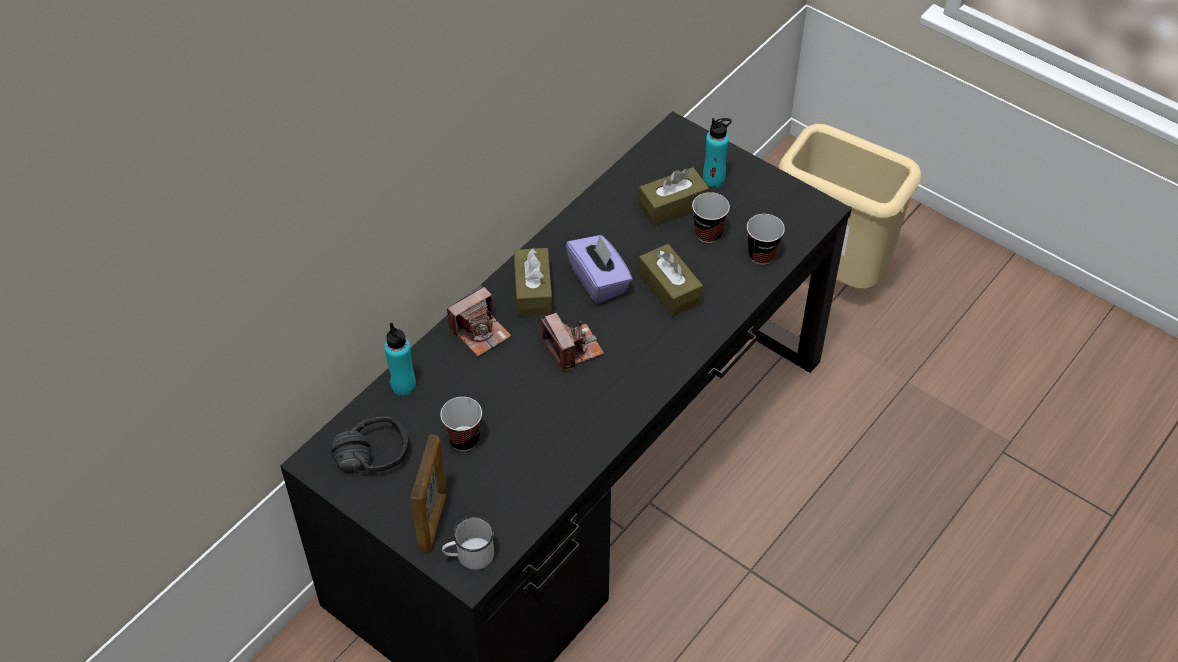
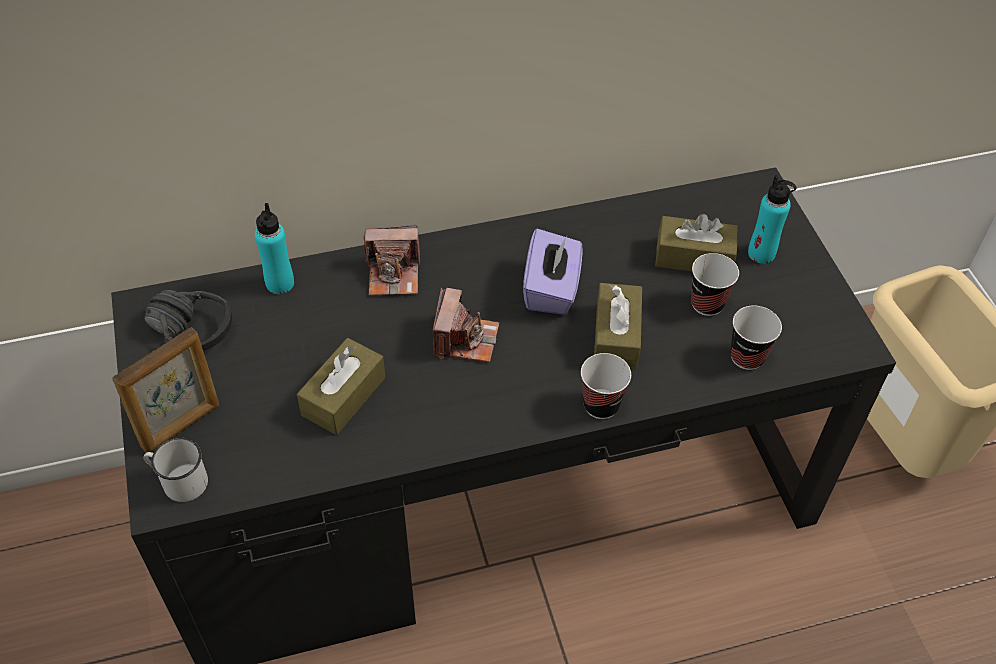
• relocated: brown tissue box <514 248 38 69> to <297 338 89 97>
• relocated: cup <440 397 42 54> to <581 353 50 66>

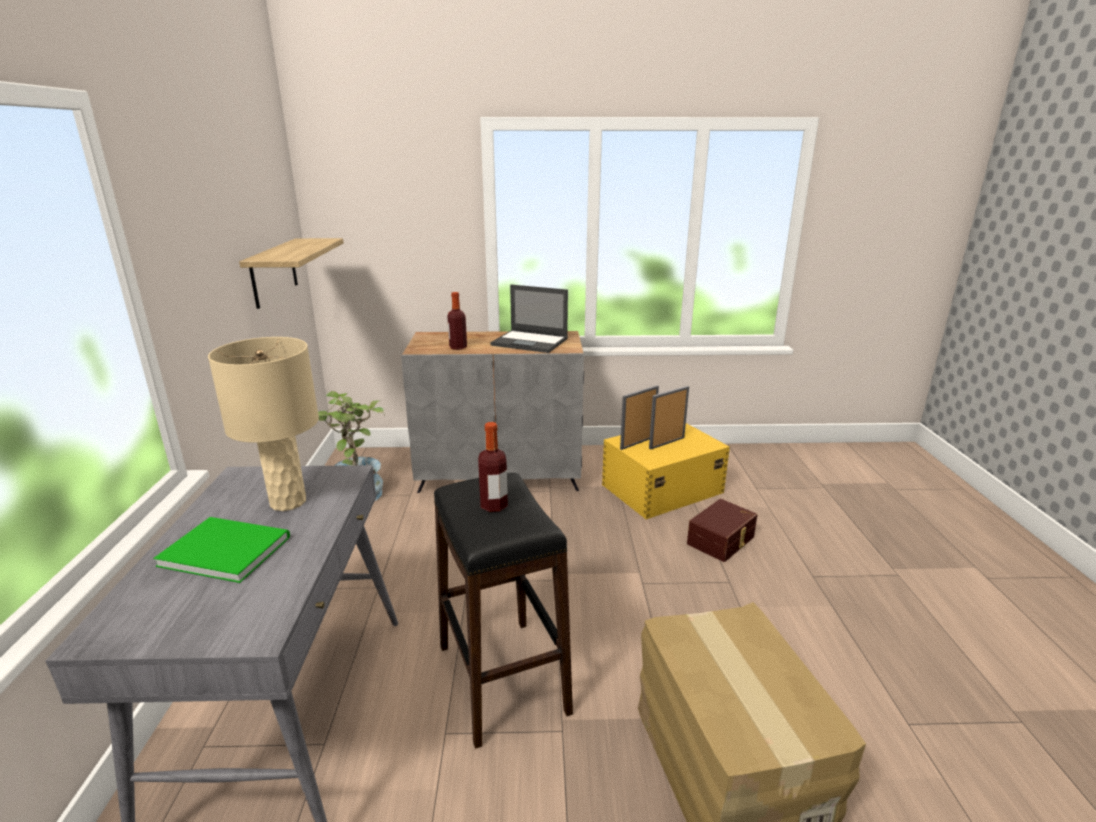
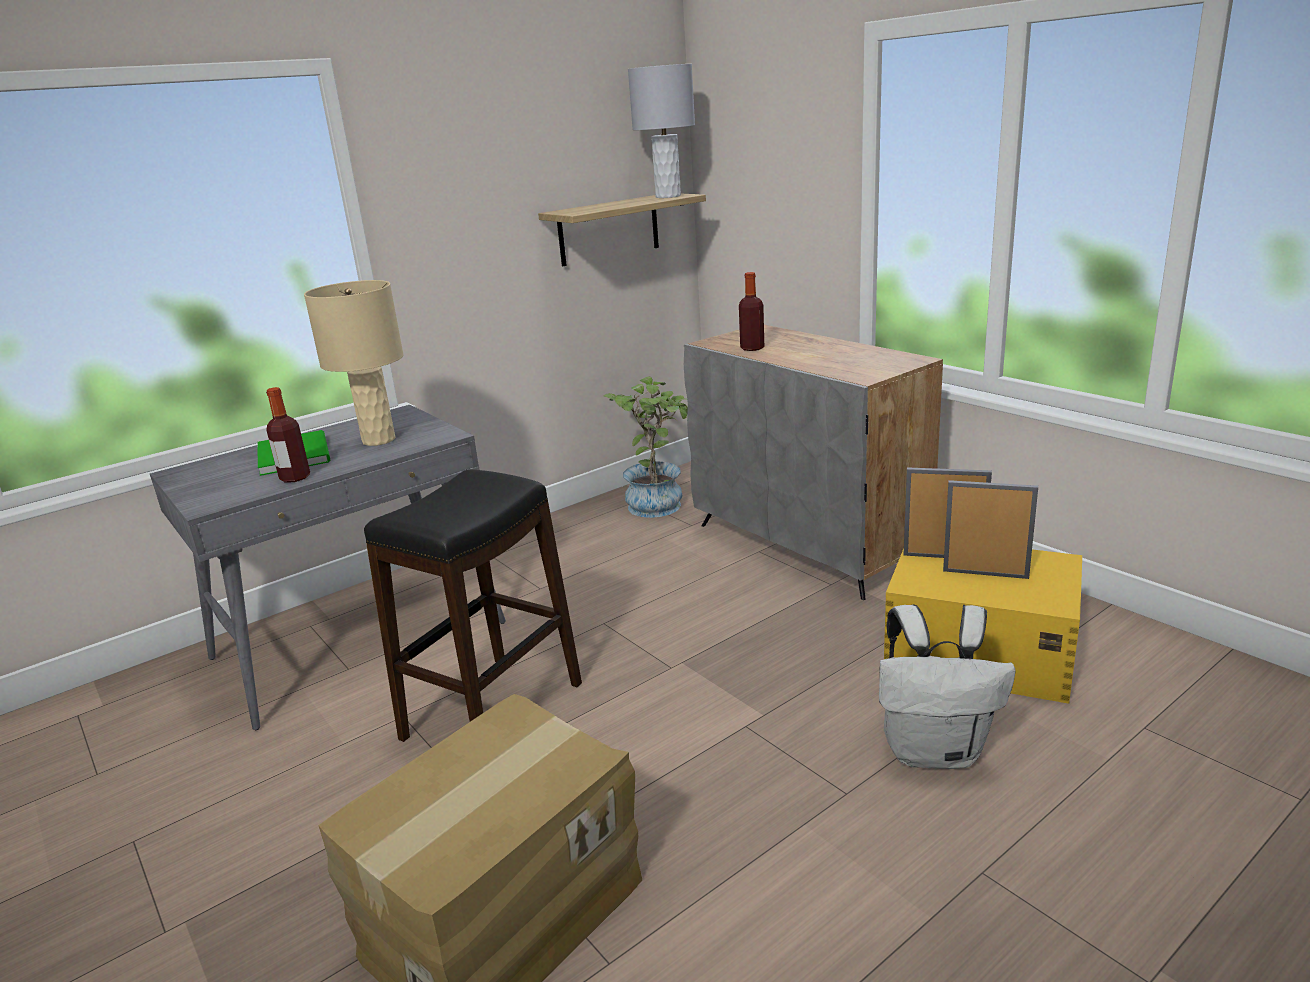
• relocated: bottle <478 422 30 90> to <266 387 44 96>
• appeared: grey table lamp <628 64 67 134>
• exchanged: brown storage box <687 499 70 63> to white backpack <879 604 137 165>
• missing: laptop <490 284 78 69>

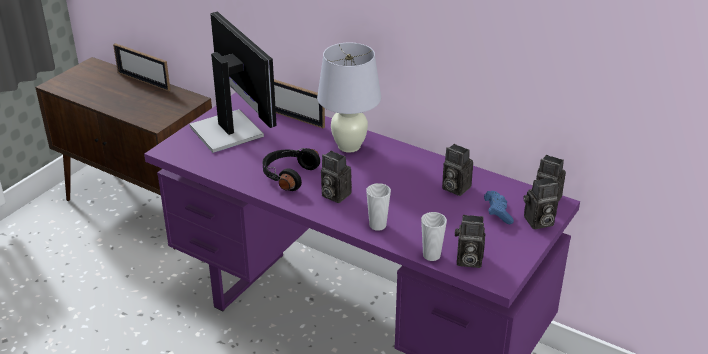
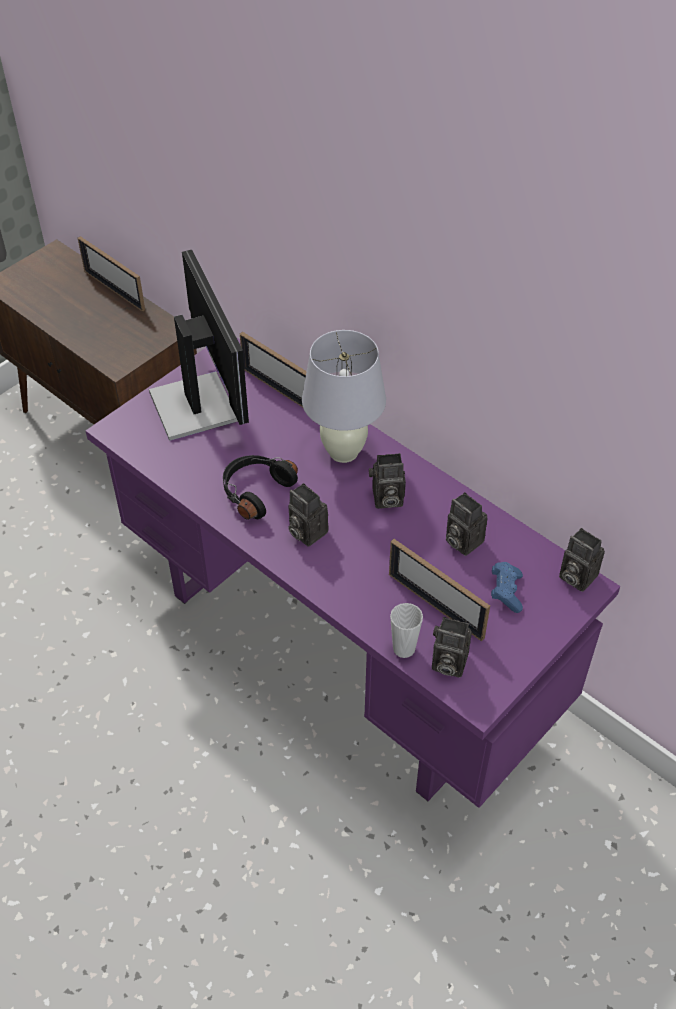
• relocated: photo camera <523 177 36 52> to <369 453 37 56>
• appeared: picture frame <389 539 101 102>
• missing: cup <366 183 25 48>

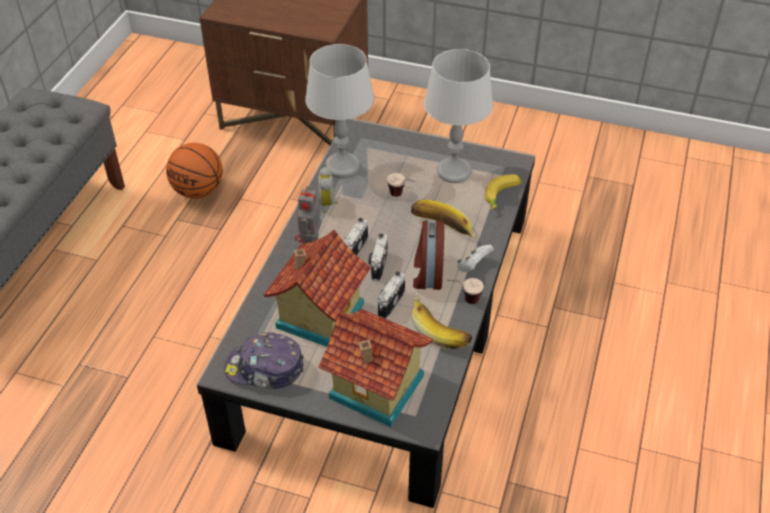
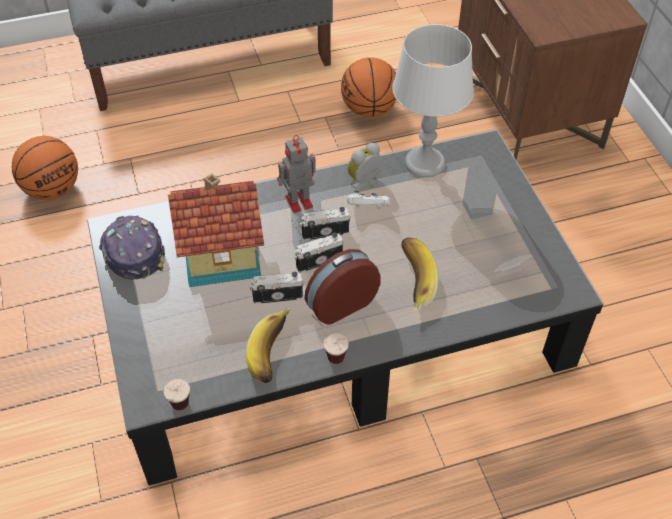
• appeared: basketball <12 136 66 64>
• relocated: cup <387 173 27 24> to <163 379 27 33>
• relocated: white game controller <457 245 37 27> to <347 191 43 17>
• missing: toy house <318 309 115 118>
• missing: grey table lamp <424 49 69 134>
• missing: banana <485 174 37 36>

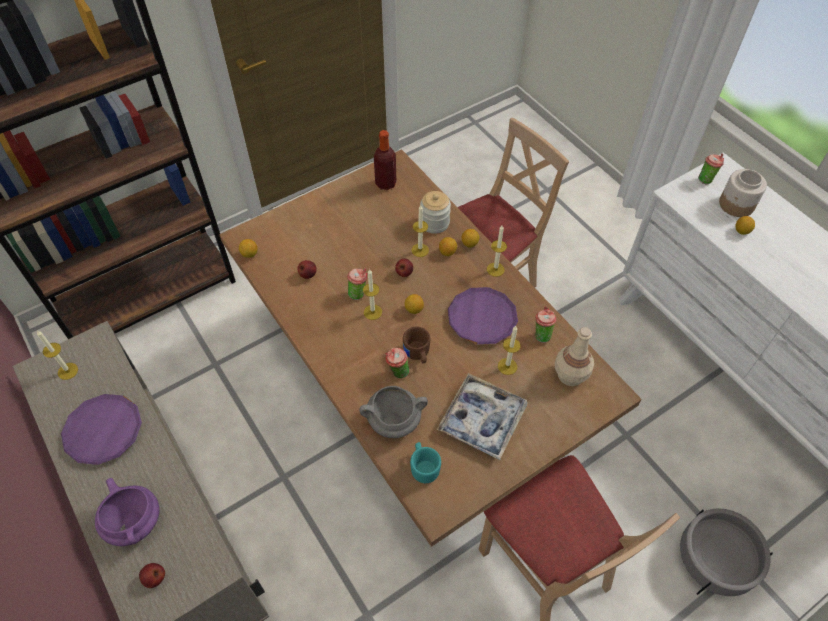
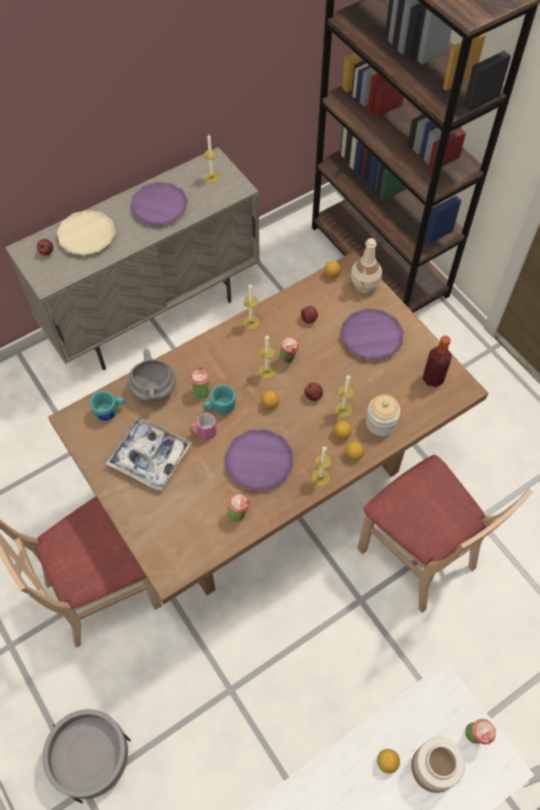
• exchanged: purple cooking pot <95 478 65 68> to beige plate <56 210 59 45>
• appeared: pink mug <190 413 27 27>
• colour: brown mug <403 327 27 37> to turquoise mug <203 384 33 31>
• relocated: candle <498 326 22 49> to <243 284 17 45>
• appeared: purple plate <341 308 62 52>
• relocated: beige bottle <555 327 39 59> to <351 238 31 55>

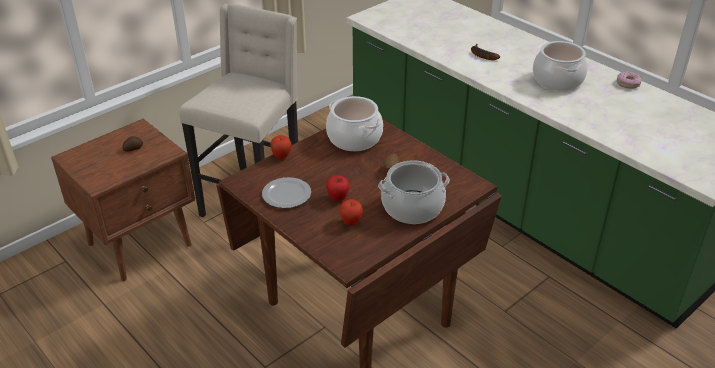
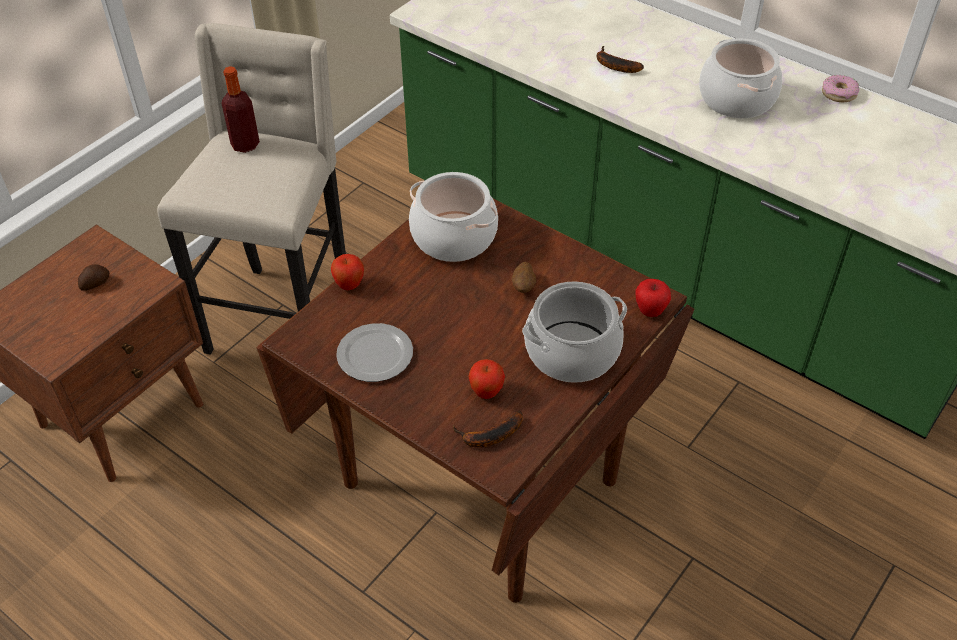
• appeared: bottle <221 66 39 87>
• appeared: banana <452 411 71 37>
• relocated: apple <326 175 23 26> to <636 279 35 38>

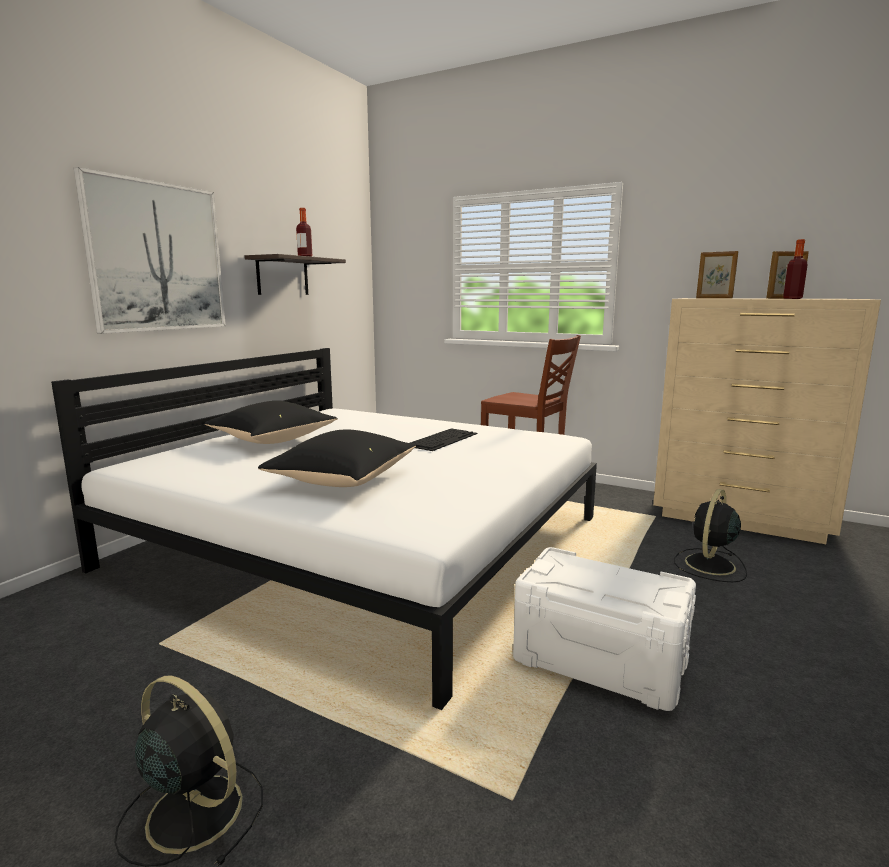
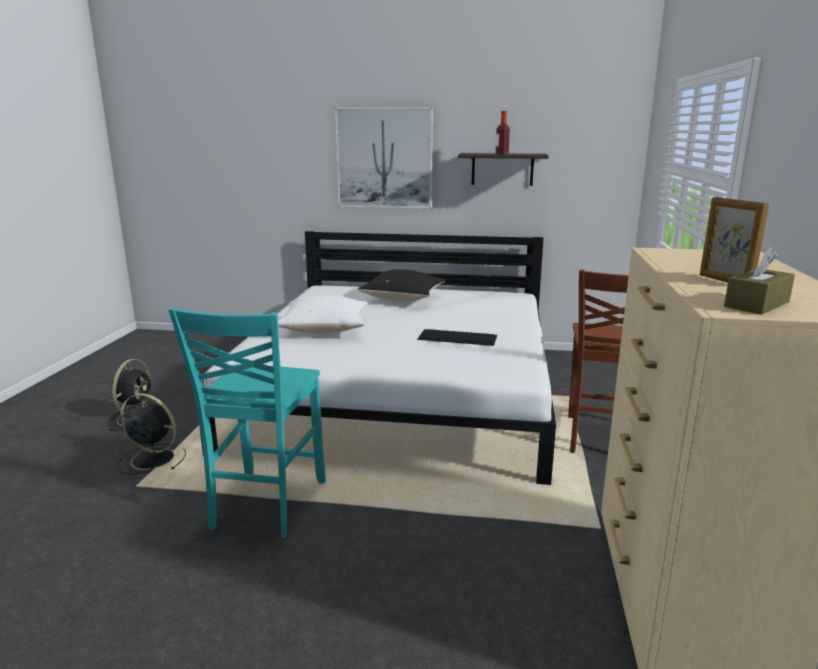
• relocated: black fan <674 489 73 93> to <117 393 69 82>
• exchanged: white storage box <513 547 183 164> to turquoise chair <169 307 156 231>
• colour: black pillow <258 430 158 57> to white pillow <278 295 90 39>
• appeared: brown tissue box <724 247 71 68>
• missing: picture frame <696 251 42 48>
• missing: bottle <783 239 25 60>

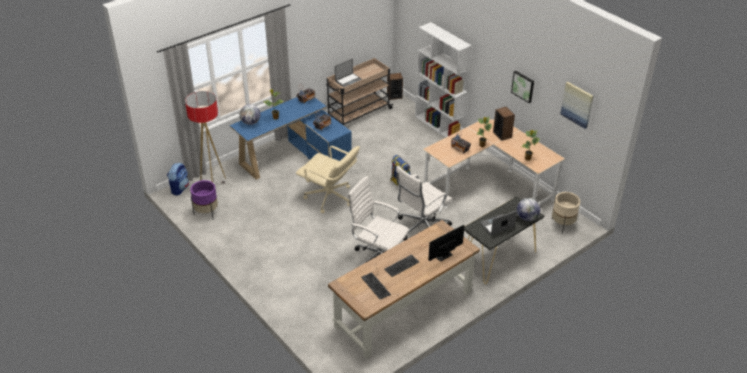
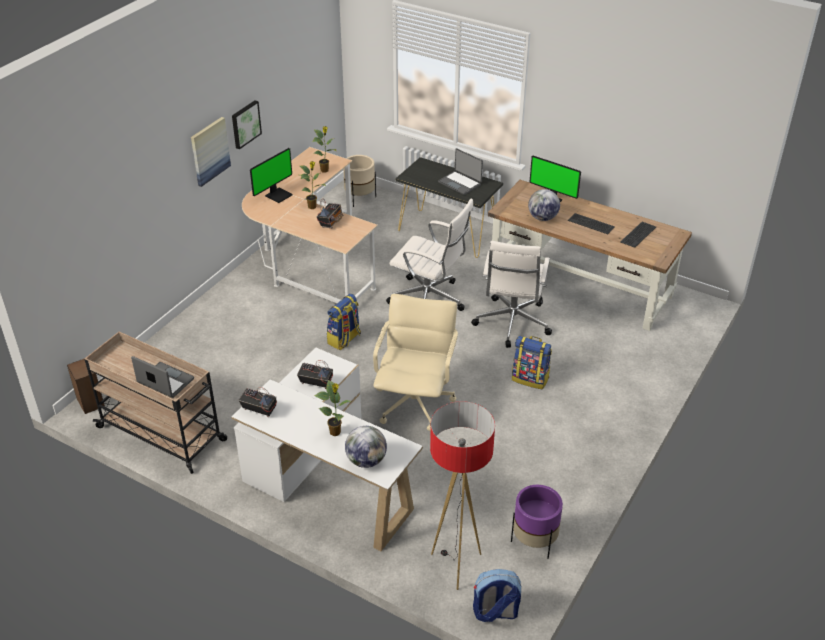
• relocated: picture <560 82 33 47> to <191 117 40 70>
• colour: blue desk <230 97 122 83> to white desk <232 347 191 204>
• exchanged: speaker <493 107 22 34> to monitor <250 148 43 55>
• appeared: backpack <512 336 40 53>
• relocated: globe <517 198 24 23> to <528 189 32 32>
• missing: white bookcase <415 22 57 116>

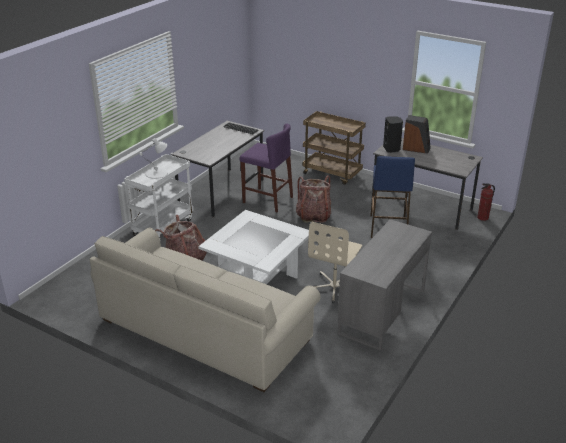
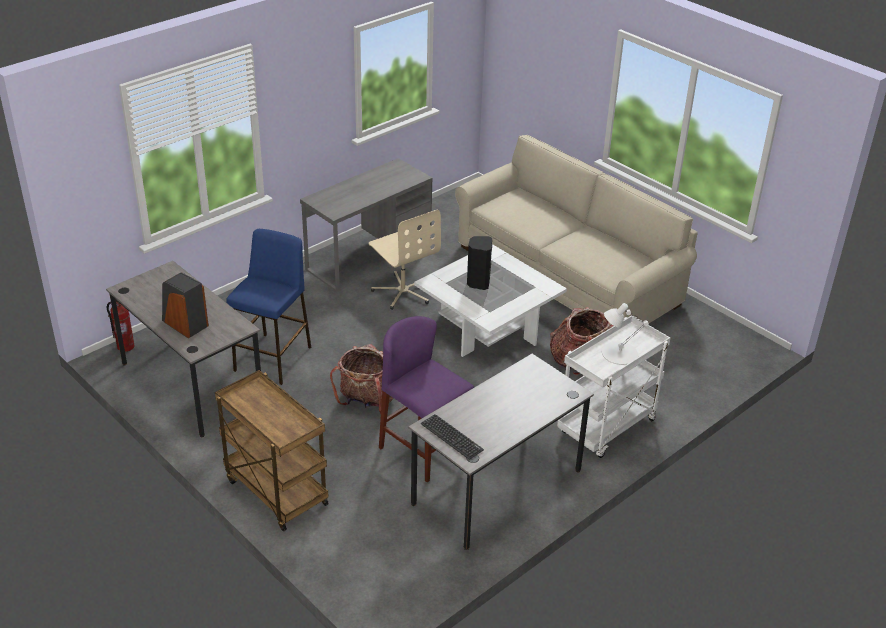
• spun: beige office chair <308 222 54 81> = <368 210 73 100> 105 degrees clockwise
• relocated: black speaker <383 117 20 36> to <467 236 25 54>

